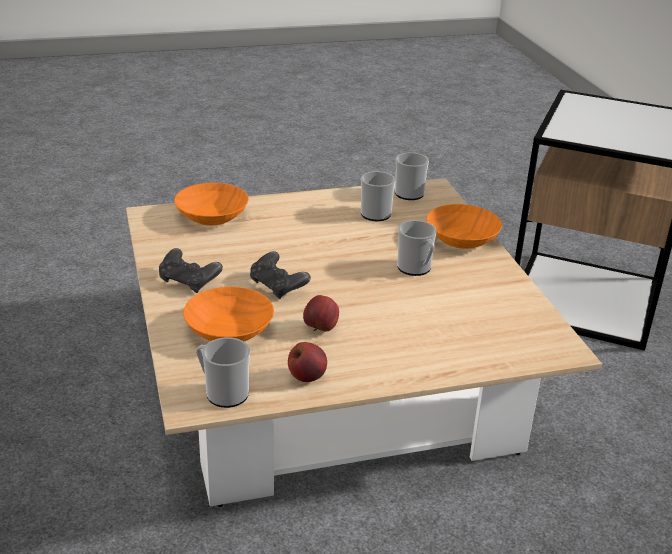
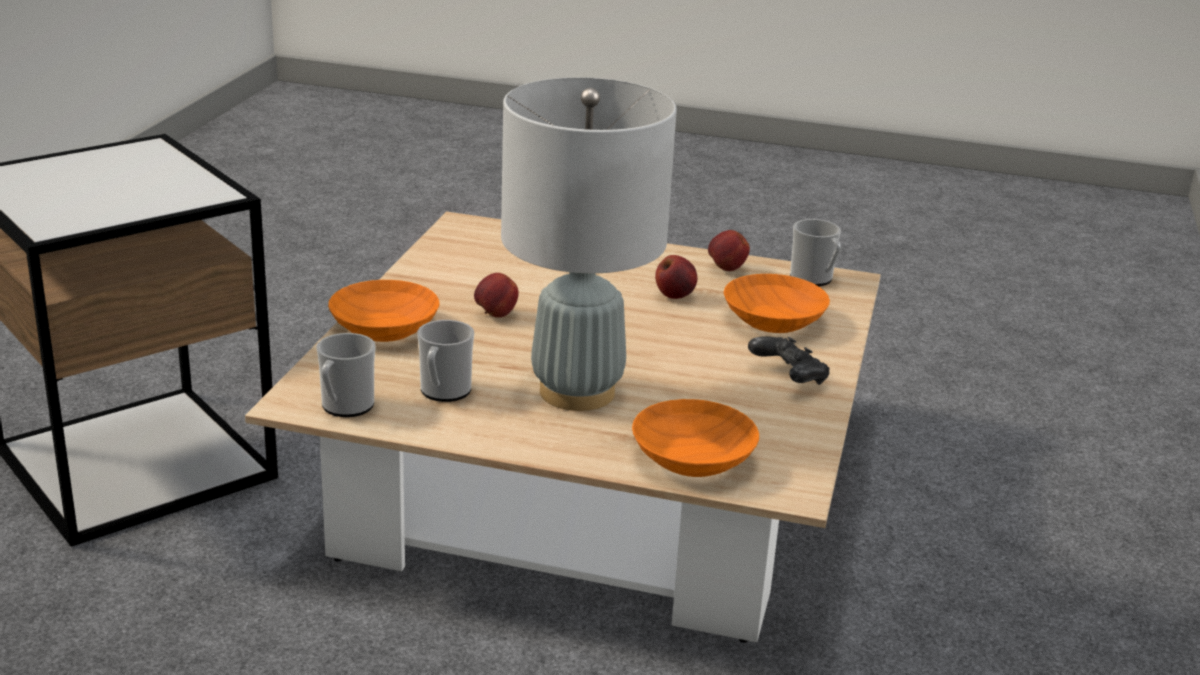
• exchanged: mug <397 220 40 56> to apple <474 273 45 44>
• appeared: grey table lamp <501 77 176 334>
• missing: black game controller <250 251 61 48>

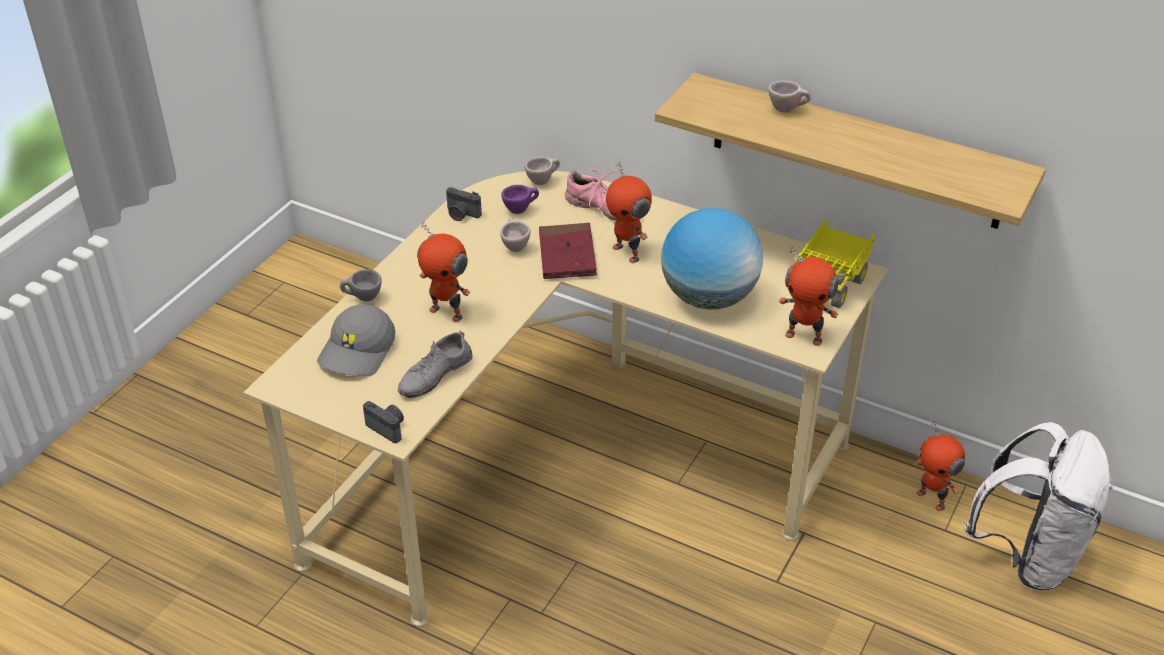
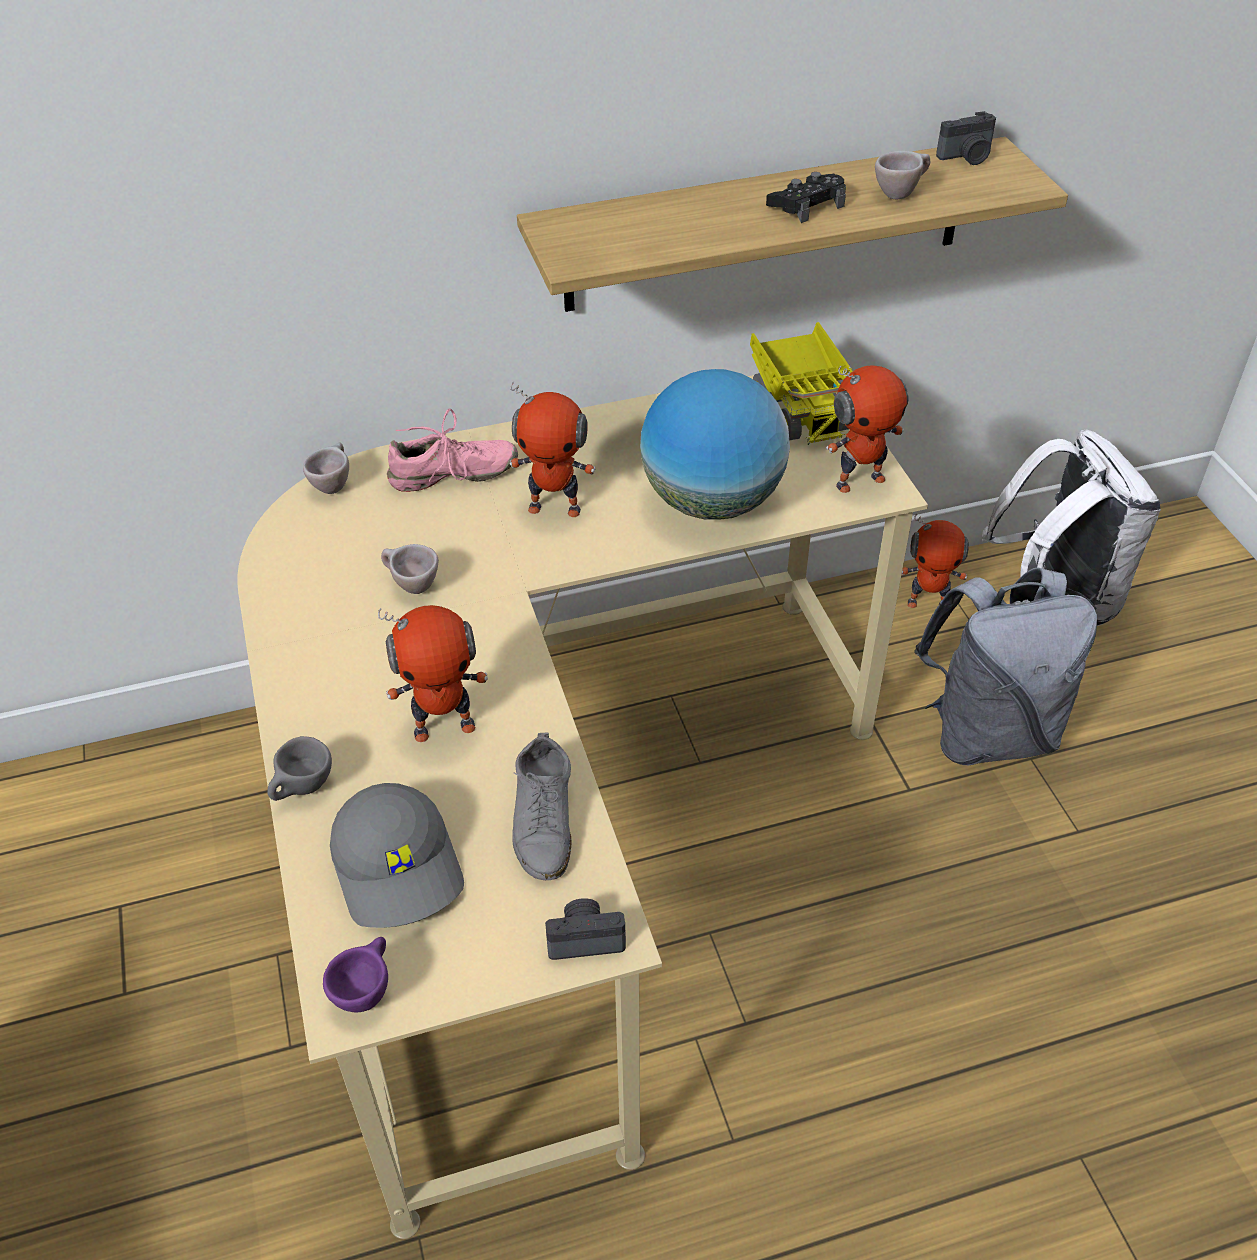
• relocated: purple cup <501 185 38 29> to <323 937 65 75>
• appeared: black game controller <766 172 80 51>
• relocated: beige cup <768 81 43 32> to <875 151 55 48>
• appeared: grey backpack <914 567 183 198>
• relocated: photo camera <446 187 36 34> to <936 111 60 54>
• missing: red book <539 223 58 56>

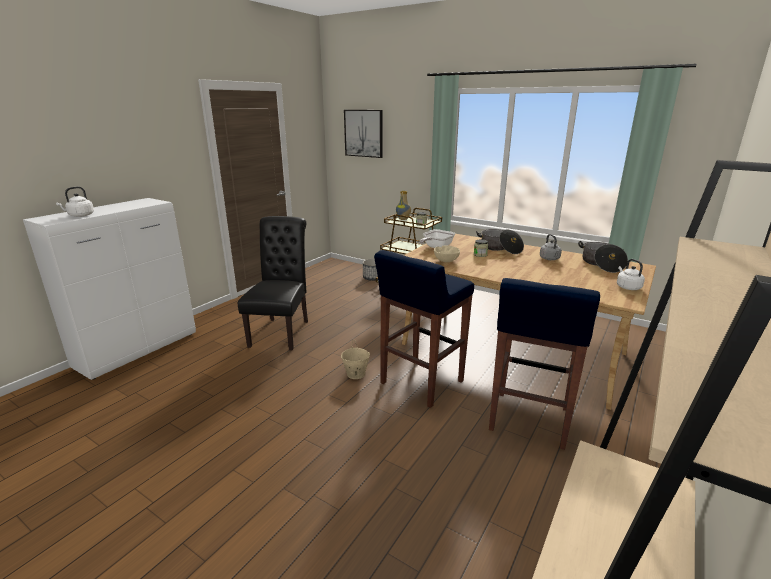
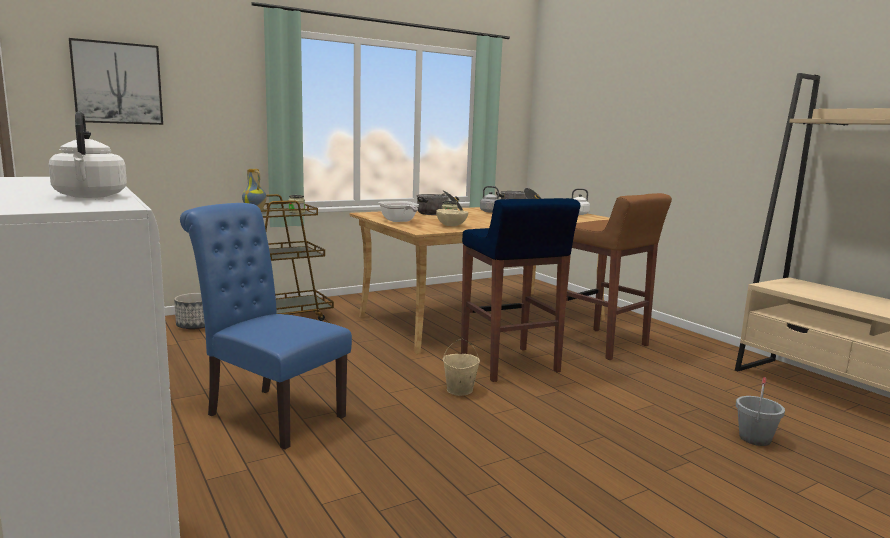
• colour: black chair <238 216 70 134> to blue chair <180 203 172 246>
• colour: blue stool <489 278 111 172> to brown stool <565 193 107 167>
• appeared: grey bucket <736 377 49 69>

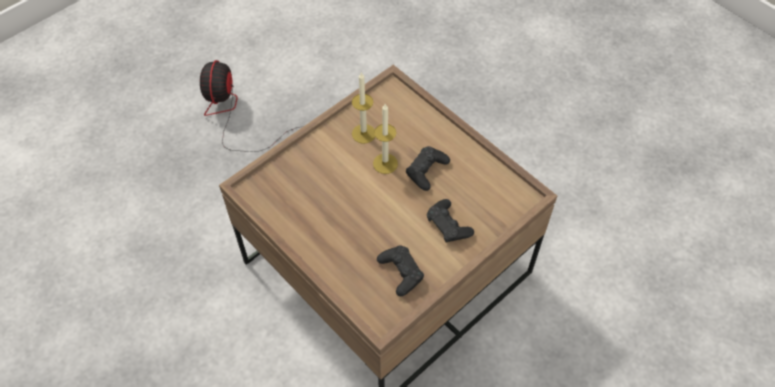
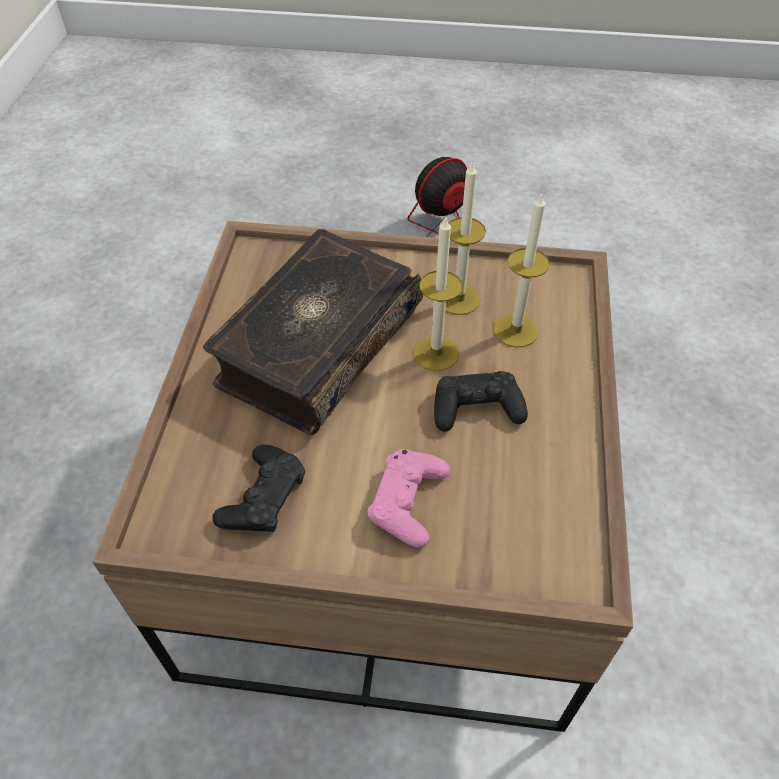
• appeared: book <203 229 220 206>
• colour: black game controller <427 199 47 44> to pink game controller <368 449 82 99>
• appeared: candle <493 192 57 155>

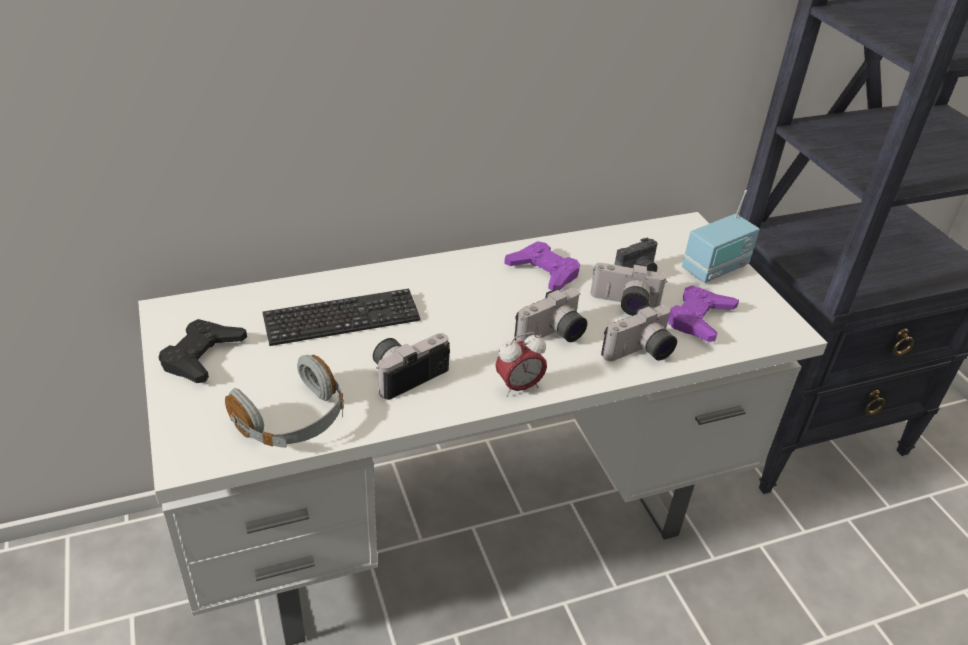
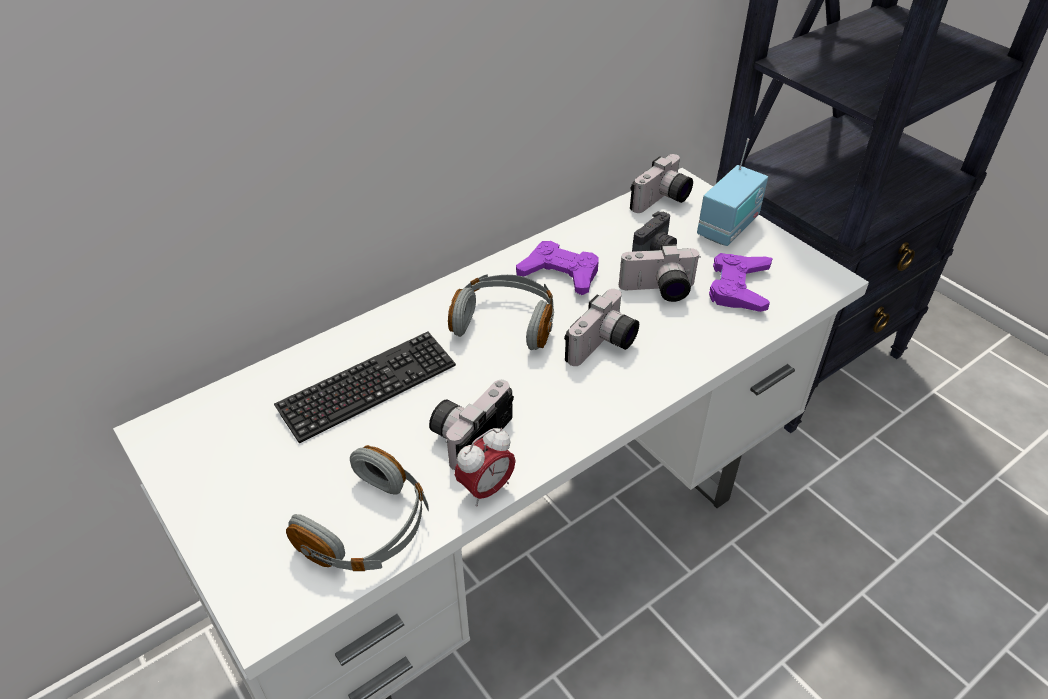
• appeared: grey headphones <448 274 106 76>
• relocated: alarm clock <495 332 52 65> to <455 428 61 79>
• relocated: photo camera <601 305 76 56> to <630 154 63 59>
• missing: black game controller <159 319 88 64>

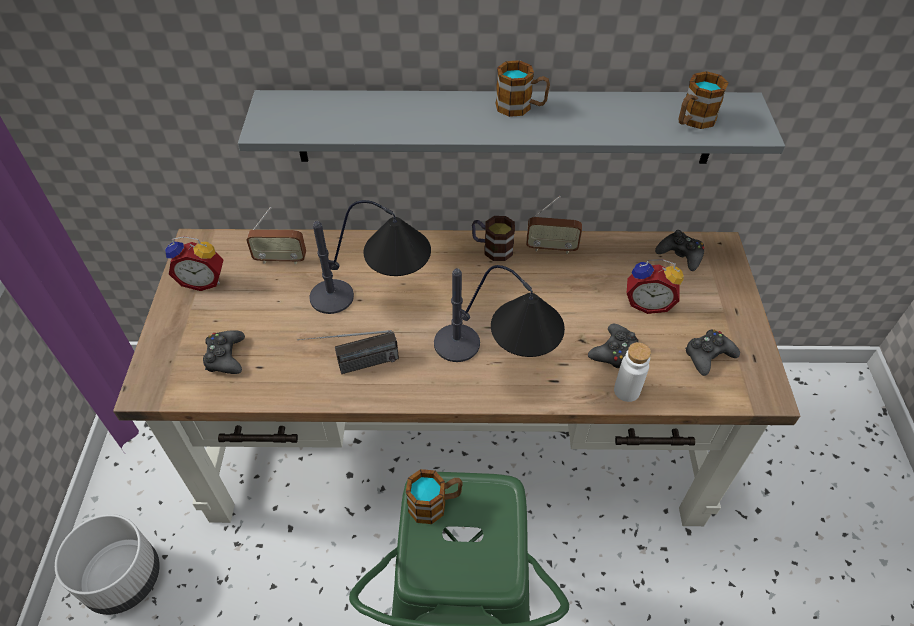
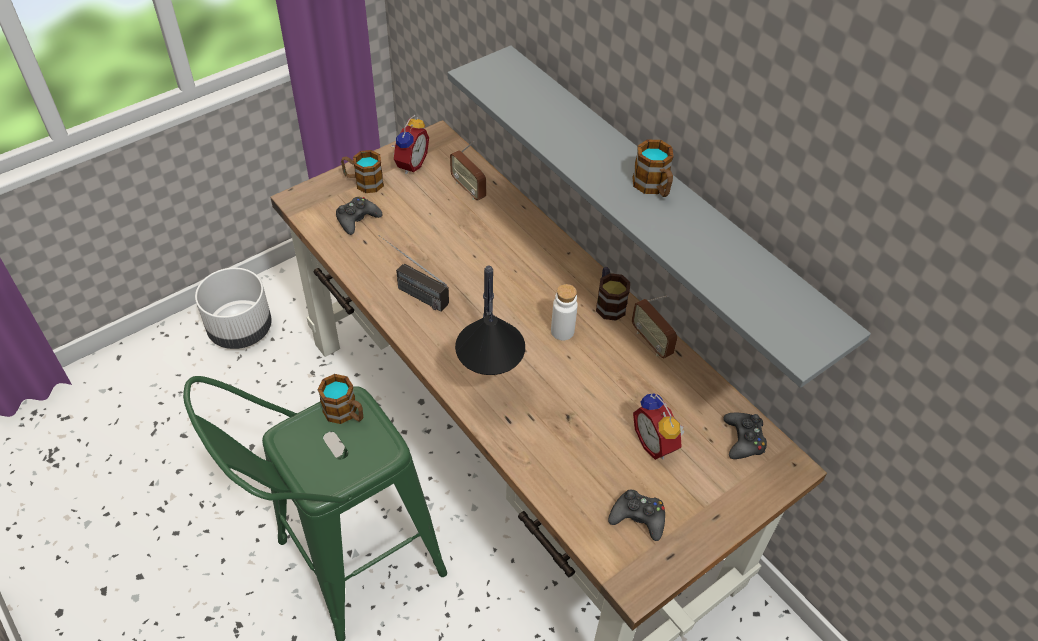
• relocated: mug <679 71 49 58> to <341 150 43 43>
• spun: alarm clock <165 236 58 55> = <391 115 38 59> 120 degrees counterclockwise
• relocated: white bottle <614 342 37 60> to <551 284 27 56>
• missing: table lamp <310 200 121 114>
• missing: black game controller <588 323 51 45>

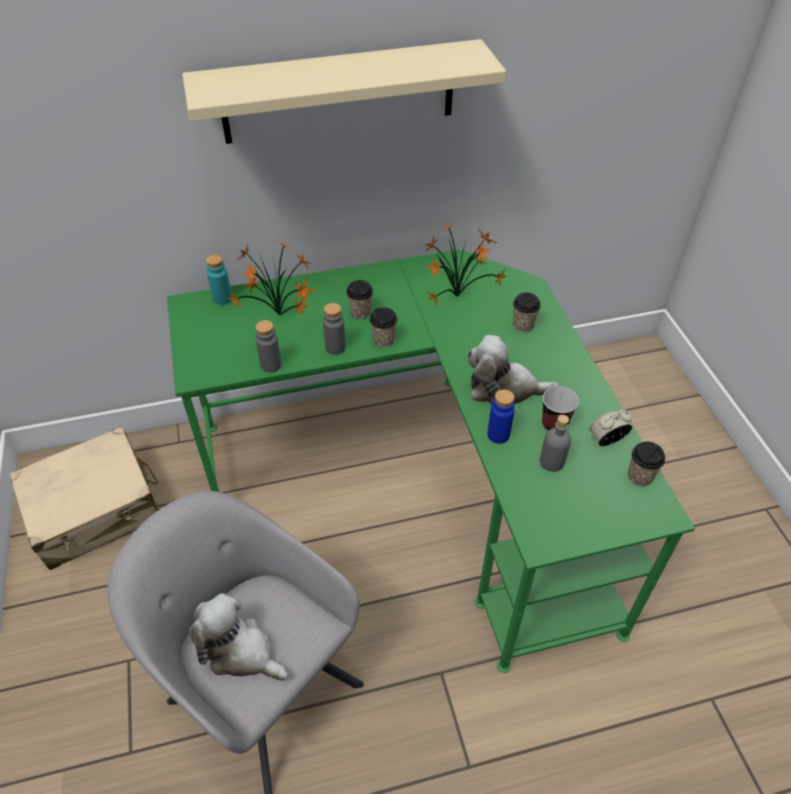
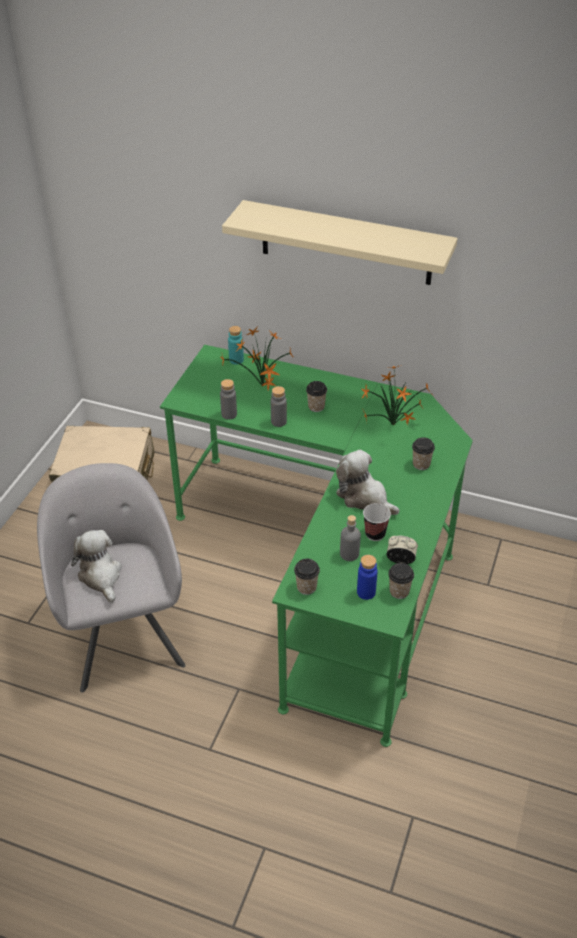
• relocated: cup <370 307 28 41> to <294 559 26 36>
• relocated: blue bottle <487 389 27 55> to <357 555 20 45>

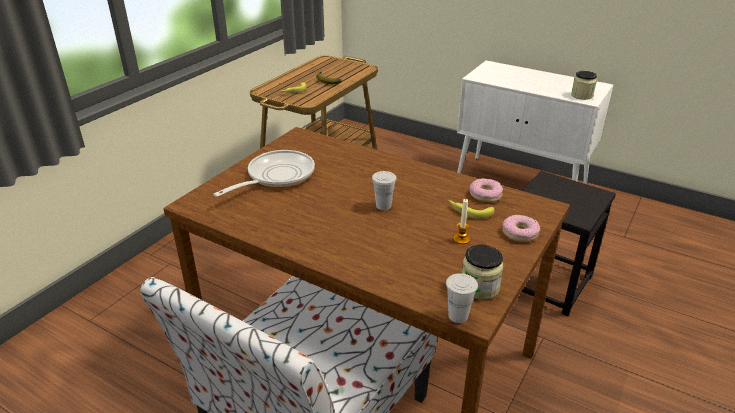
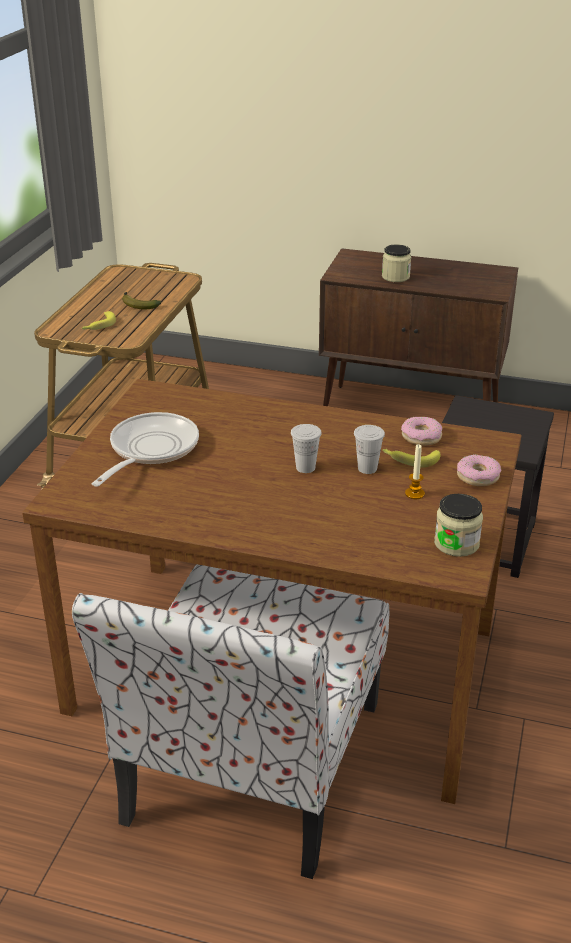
• colour: white cabinet <457 61 156 123> to brown cabinet <319 248 199 158>
• relocated: white cup <446 273 32 50> to <354 425 31 49>
• relocated: jar <571 71 26 29> to <382 244 29 38>

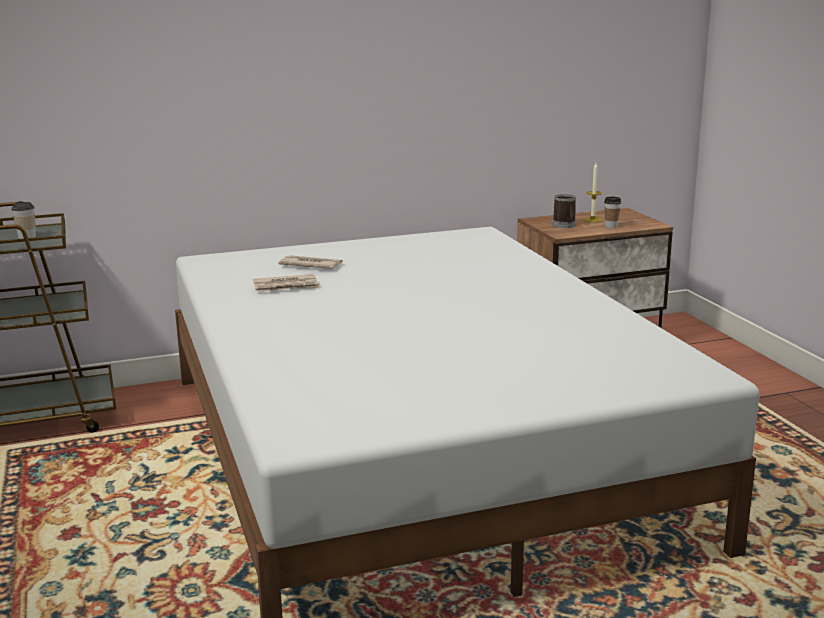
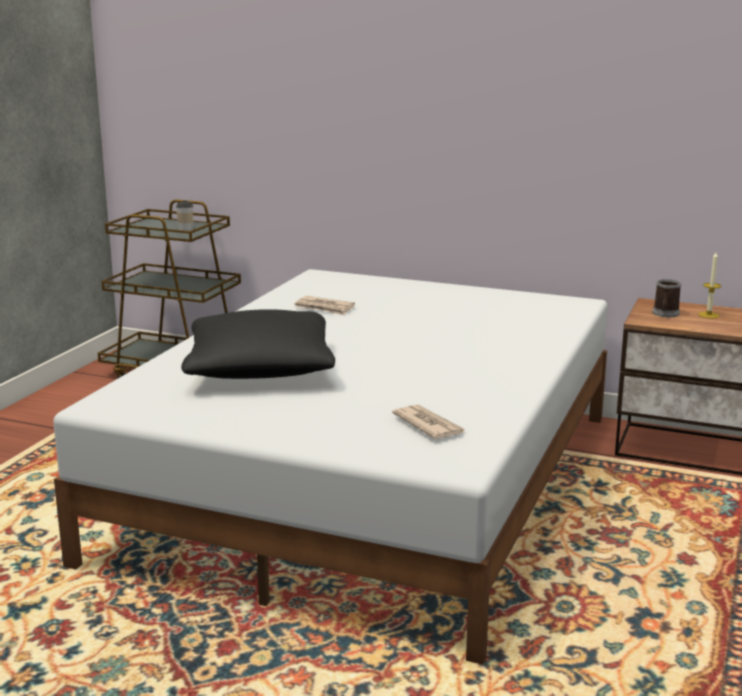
• appeared: black pillow <181 309 154 70>
• relocated: newspaper <278 255 65 14> to <392 405 74 34>
• missing: cup <604 197 17 31>

